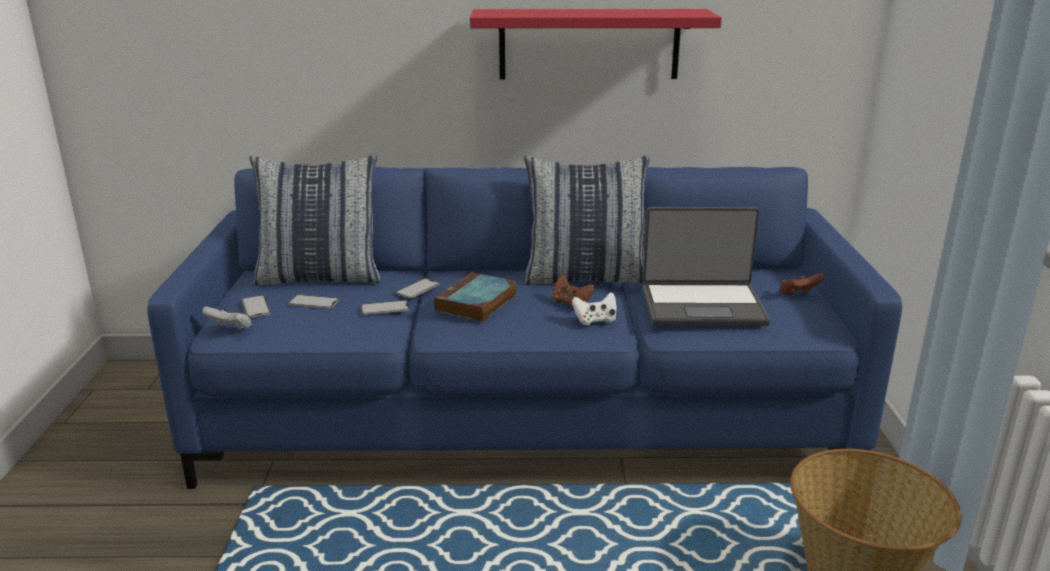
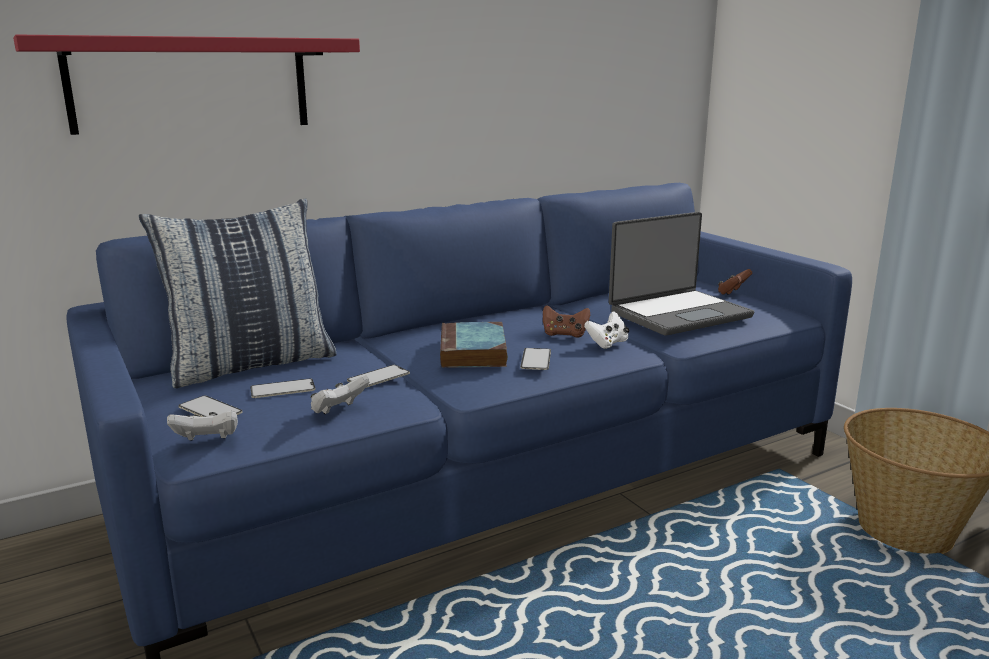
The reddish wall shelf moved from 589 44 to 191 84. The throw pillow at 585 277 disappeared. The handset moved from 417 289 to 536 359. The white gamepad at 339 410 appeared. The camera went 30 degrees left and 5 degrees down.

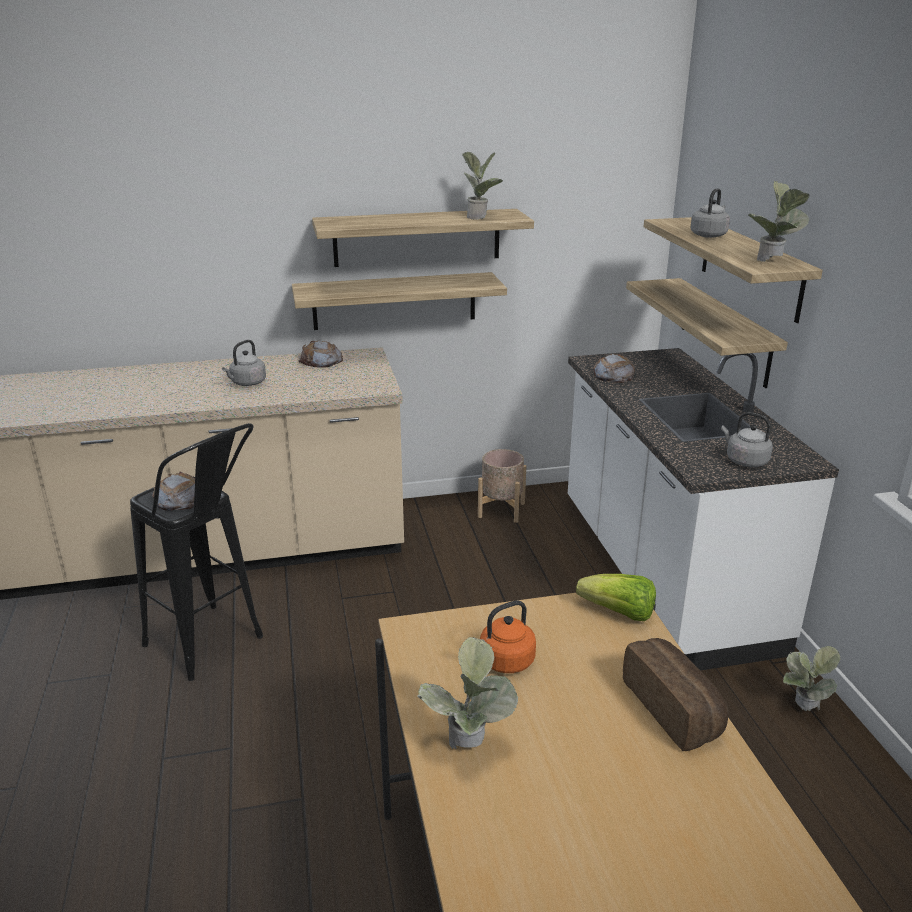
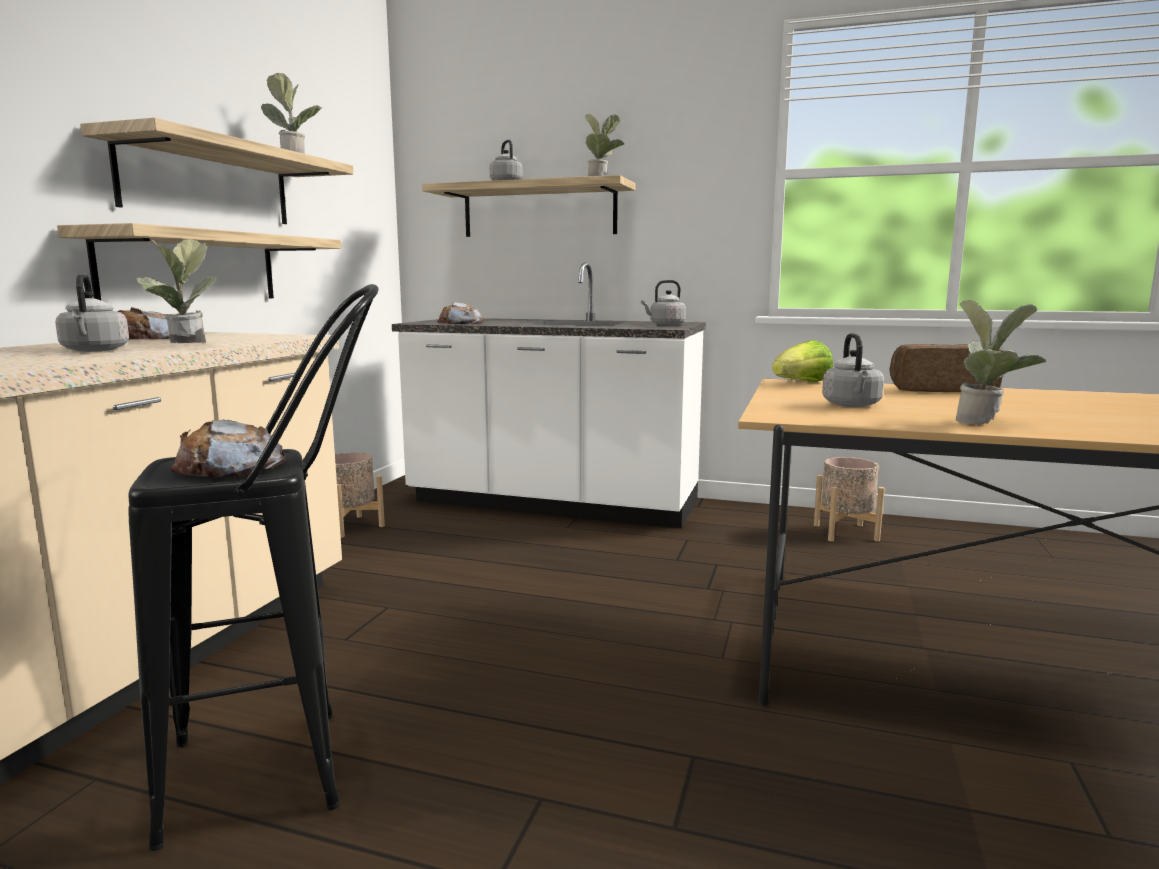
The wall shelf at 724 331 disappeared. The orange water kettle at 503 662 became the grey water kettle at 852 405. The plant in a pot moved from 801 710 to 183 345. The beige flower pot at 845 532 appeared. The camera went 60 degrees left and 15 degrees down.

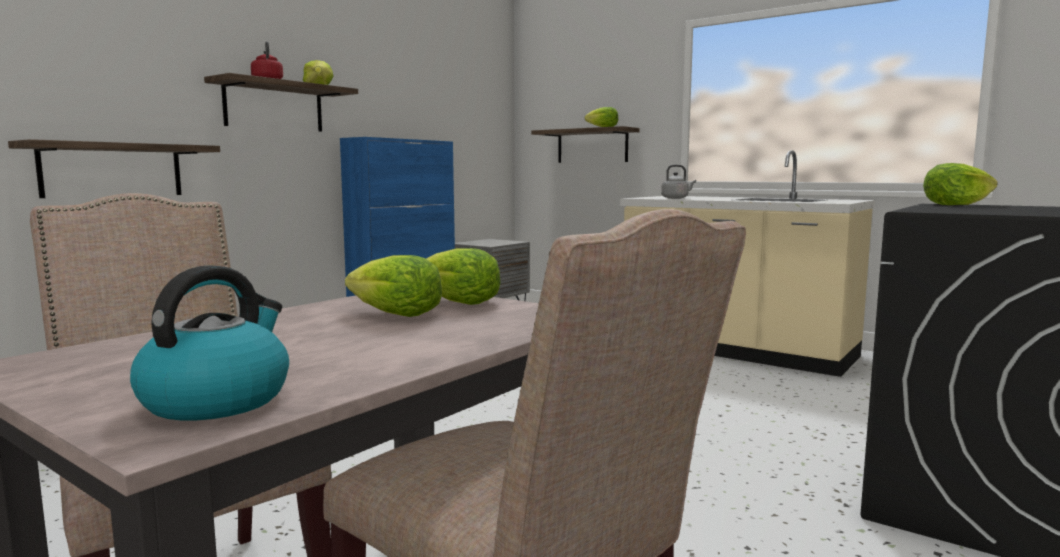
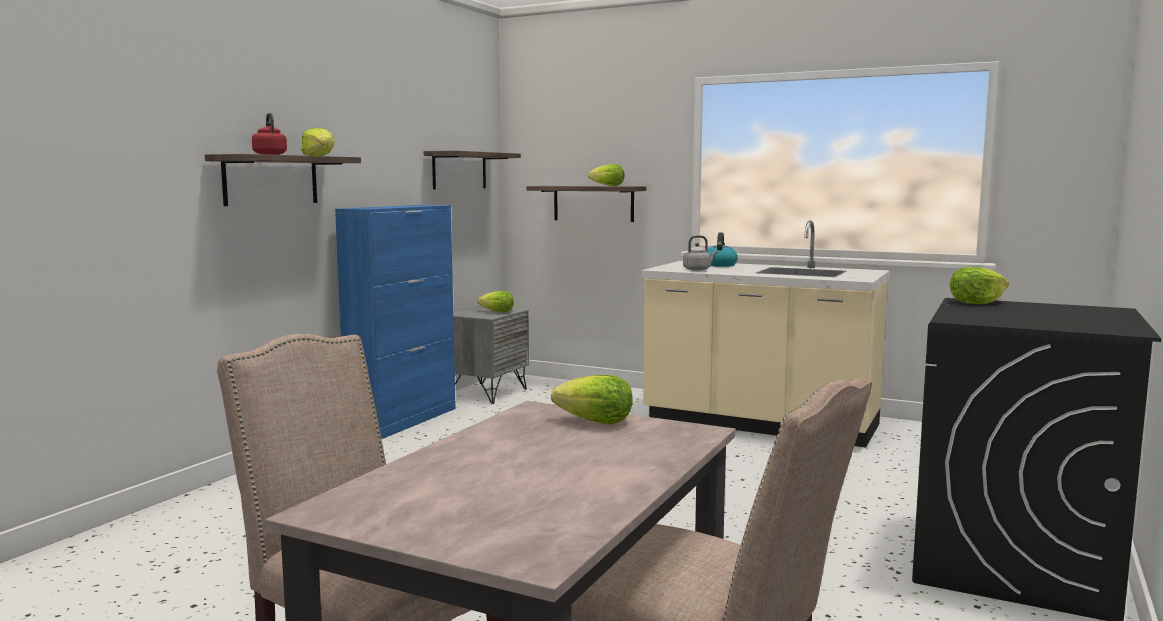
The wall shelf moved from 112 170 to 459 170. The lettuce moved from 396 314 to 497 312. The water kettle moved from 217 399 to 719 265. The camera went 10 degrees left and 0 degrees up.

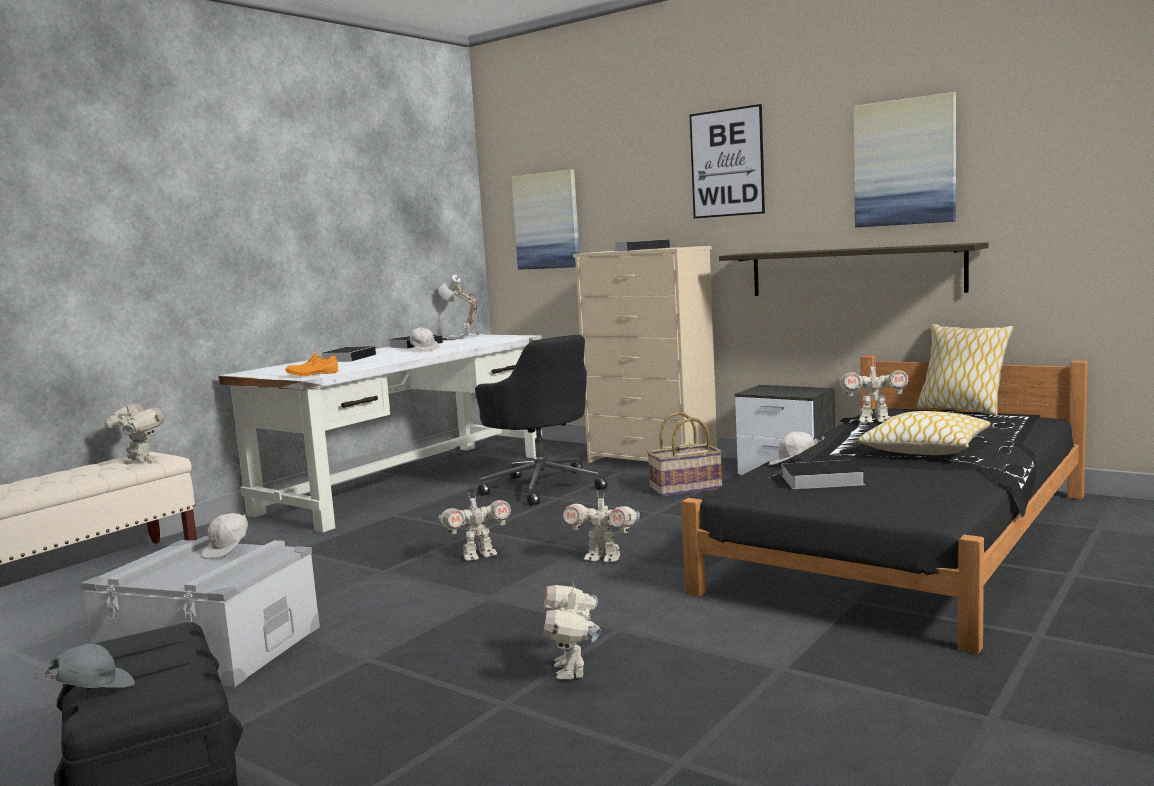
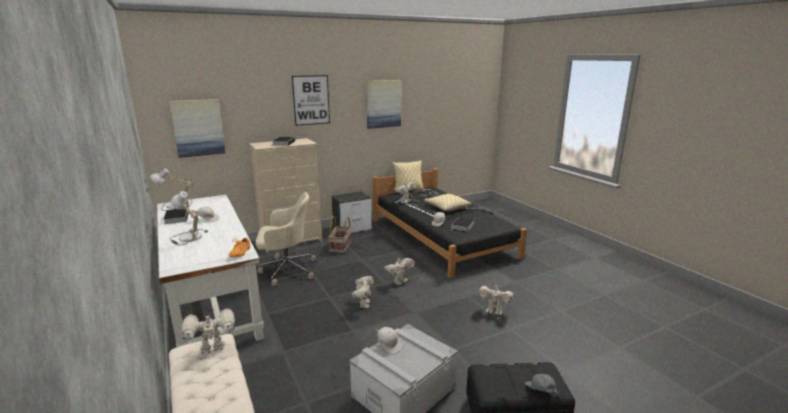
The wall shelf at 854 271 disappeared. The black-coloured office chair at 542 486 became the beige office chair at 286 270. The volume at 349 358 was replaced by the tabletop lamp at 187 237. The camera went 65 degrees left and 10 degrees up.

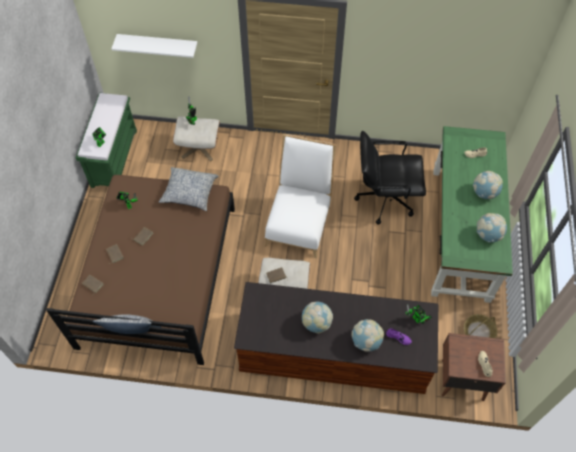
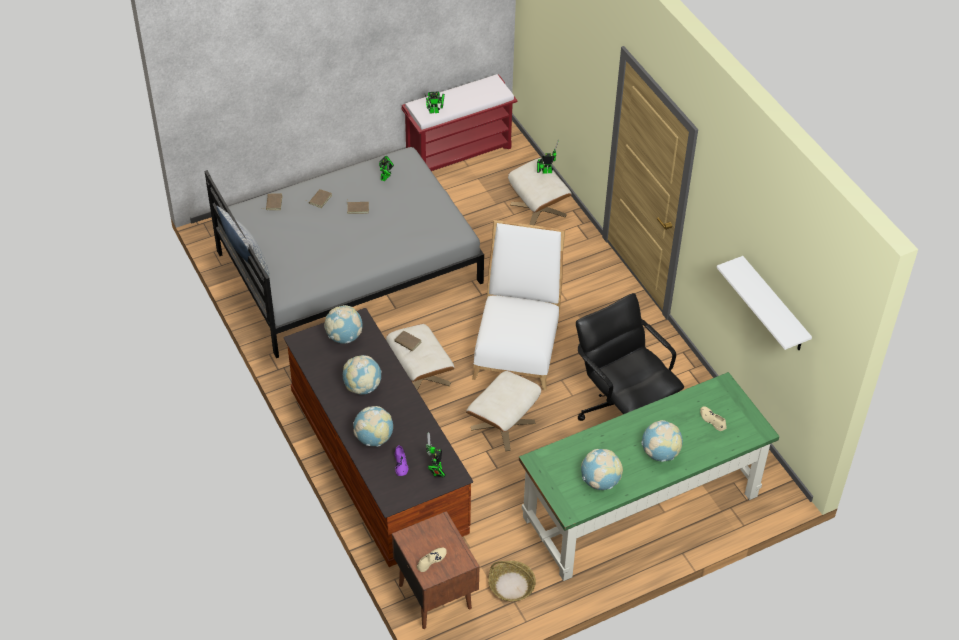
The white wall shelf moved from 158 45 to 774 306. The green long seat at 114 157 became the reddish long seat at 459 151. The white plain chair at 299 222 turned 60 degrees counterclockwise. The throw pillow at 189 193 disappeared. The brownish bed at 158 275 became the grey bed at 348 266. The globe at 344 337 appeared. The beige footrest at 503 425 appeared. The camera went 55 degrees right and 10 degrees down.

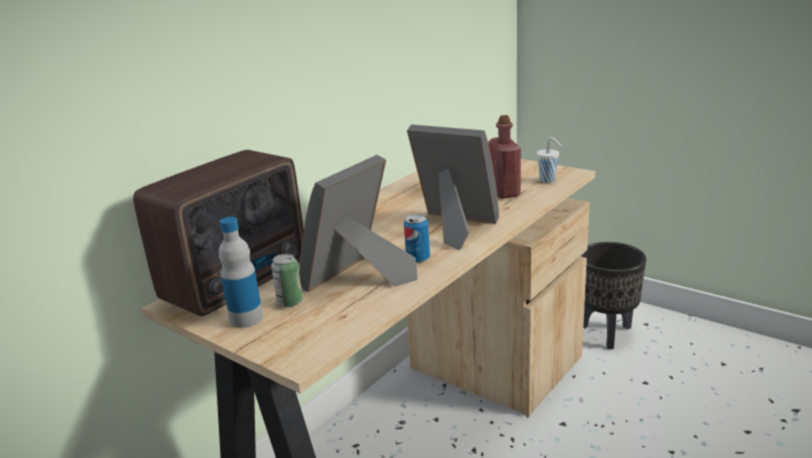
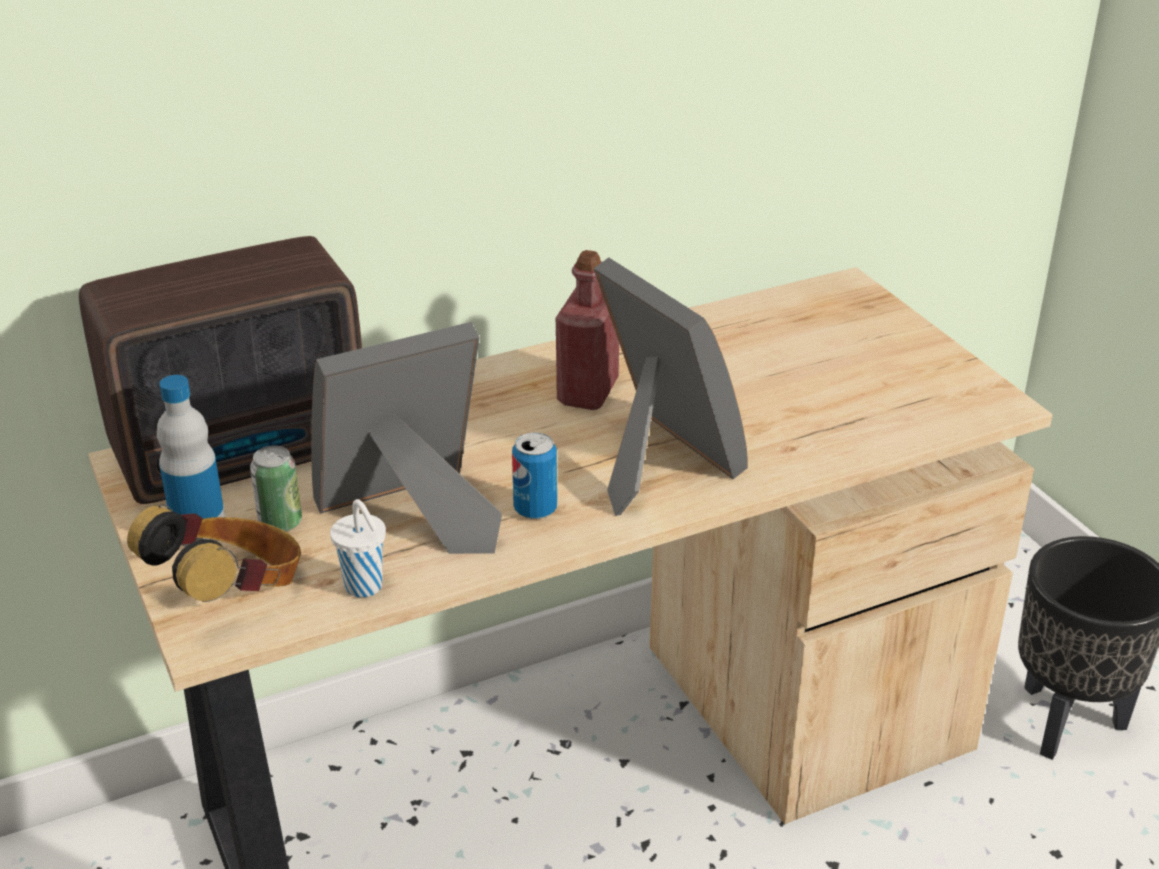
The reddish bottle moved from 504 192 to 588 391. The white drinking cup moved from 548 180 to 365 587. The headset at 231 593 appeared. The camera went 25 degrees right and 10 degrees up.

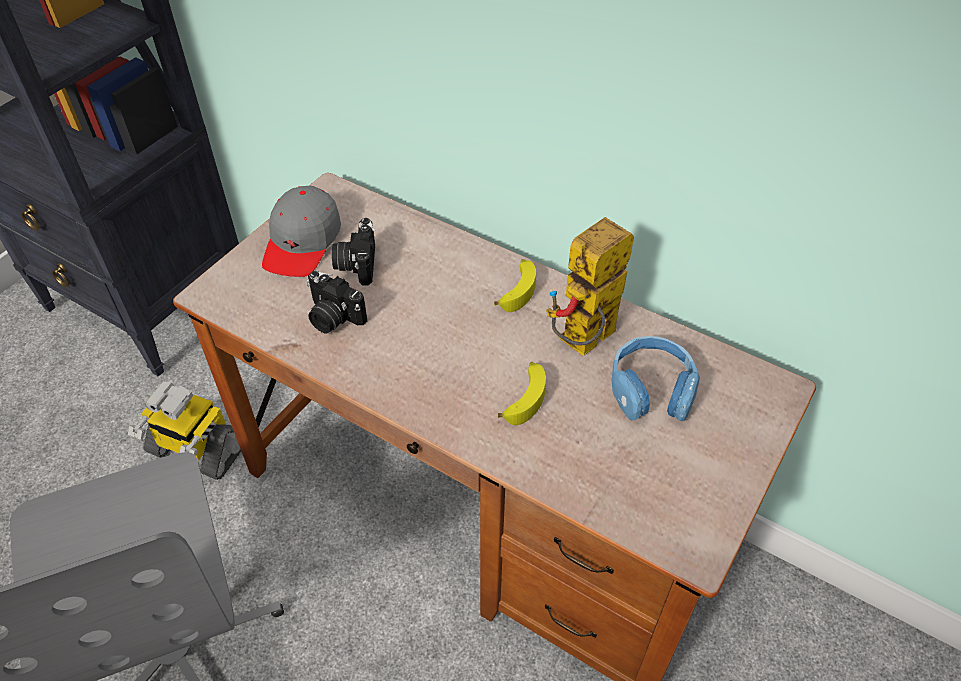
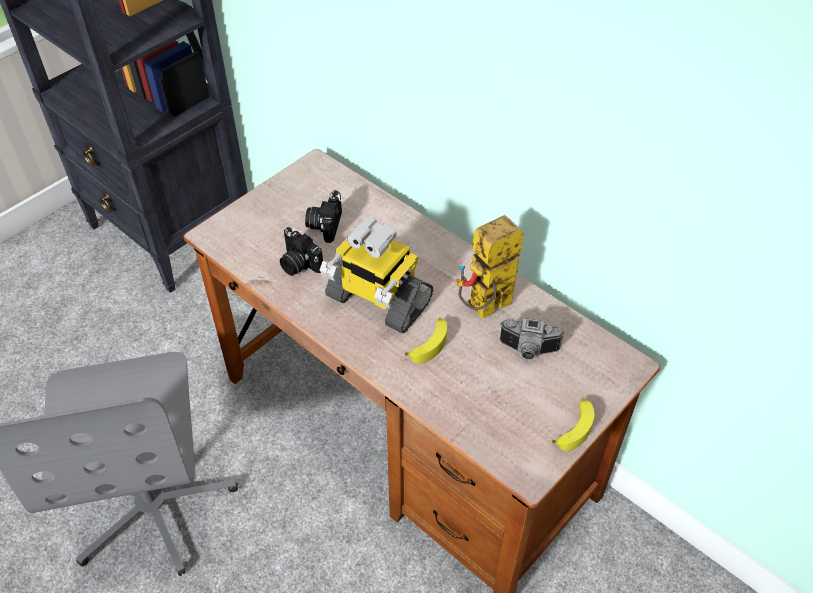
The grey baseball cap at 302 242 disappeared. The banana moved from 517 289 to 574 427. The bluish headset at 651 389 was replaced by the still camera at 528 351. The robot figure moved from 196 449 to 377 300. The camera went 10 degrees right and 0 degrees up.

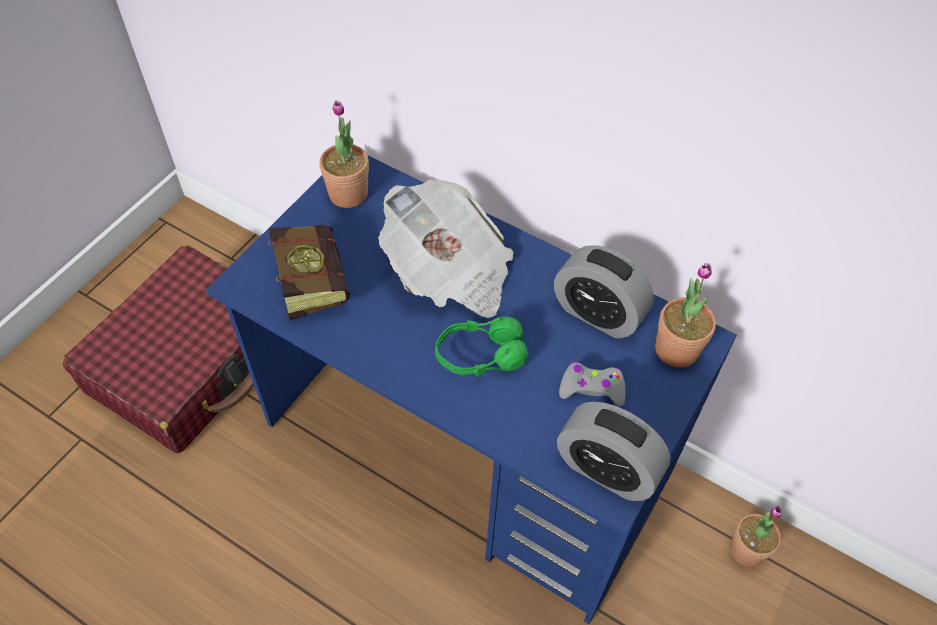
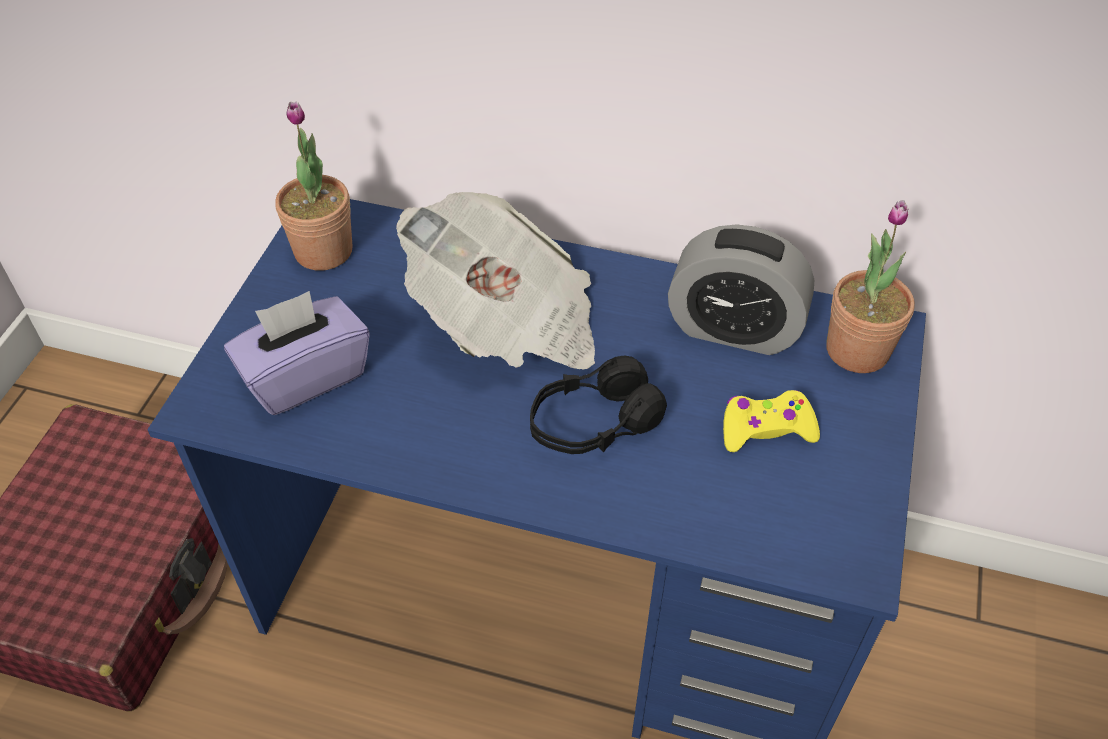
The volume at 310 278 was replaced by the purple-coloured box of tissues at 305 376. The green headset at 480 356 became the black-coloured headset at 593 424. The grey gamepad at 591 388 became the yellow-coloured gamepad at 766 429. The table clock at 606 469 disappeared. The plant in a pot at 747 550 disappeared. The camera went 15 degrees left and 5 degrees down.

